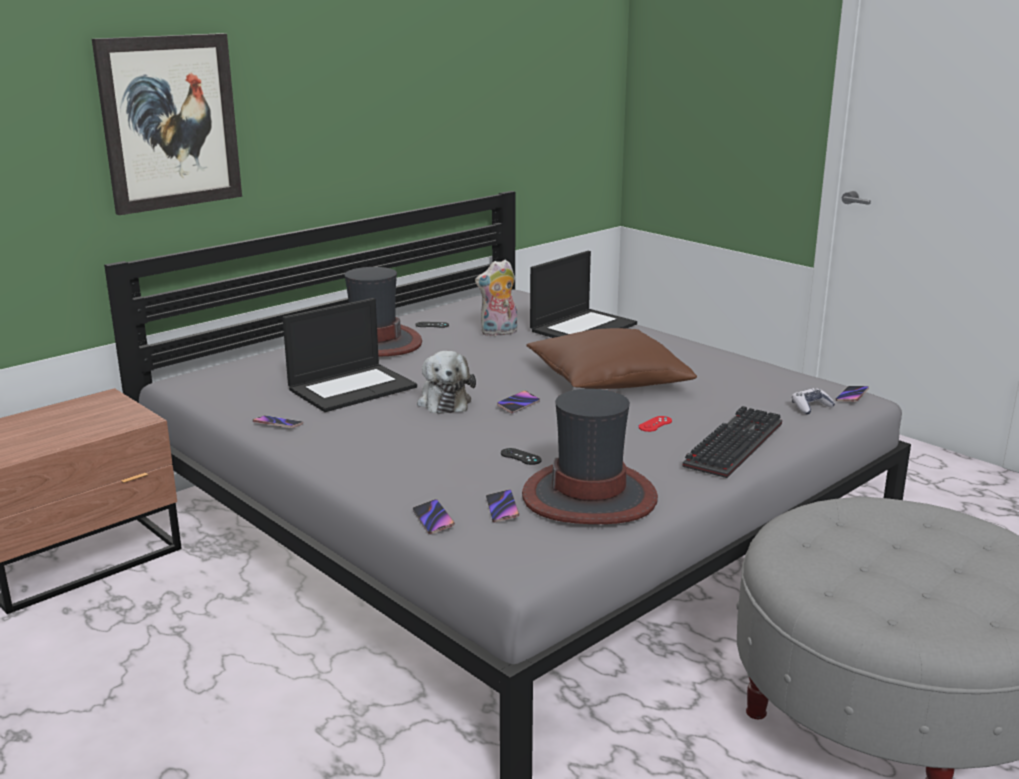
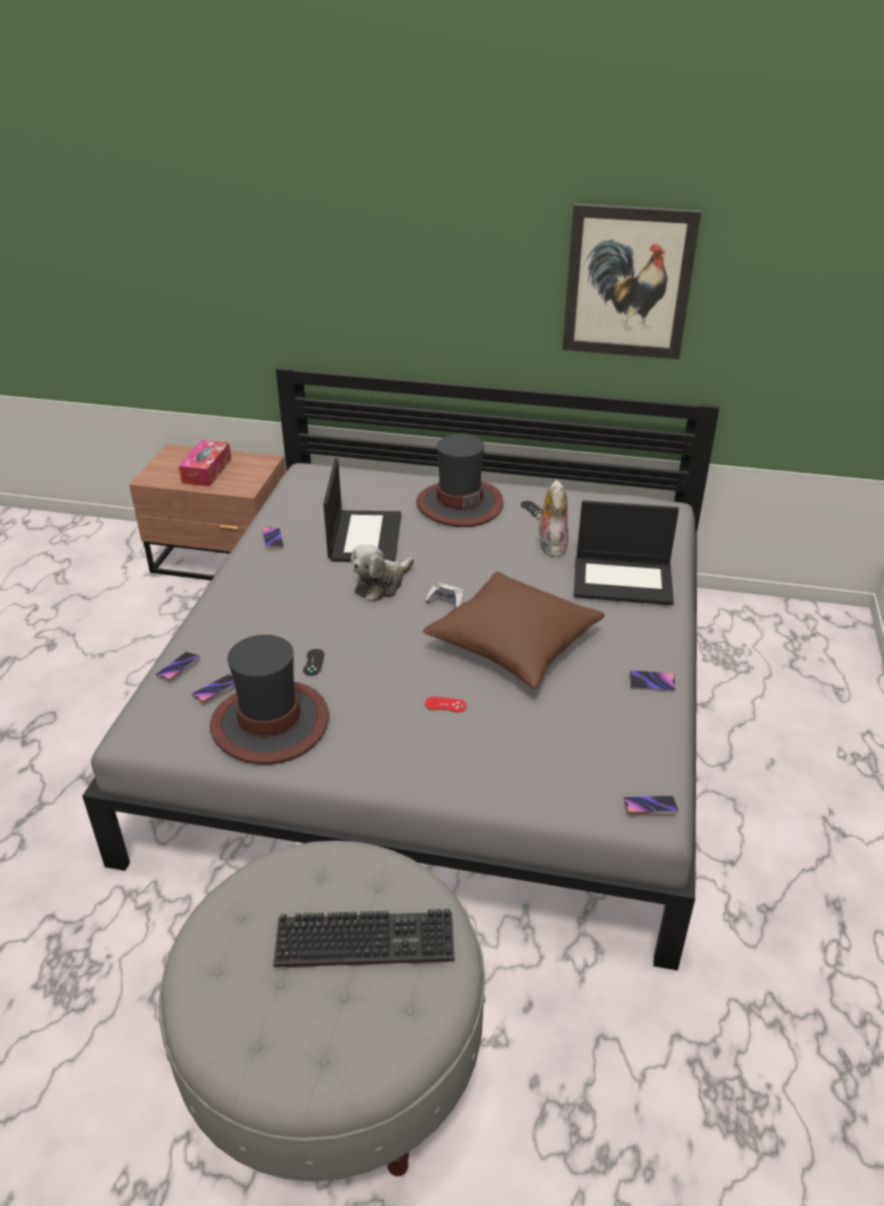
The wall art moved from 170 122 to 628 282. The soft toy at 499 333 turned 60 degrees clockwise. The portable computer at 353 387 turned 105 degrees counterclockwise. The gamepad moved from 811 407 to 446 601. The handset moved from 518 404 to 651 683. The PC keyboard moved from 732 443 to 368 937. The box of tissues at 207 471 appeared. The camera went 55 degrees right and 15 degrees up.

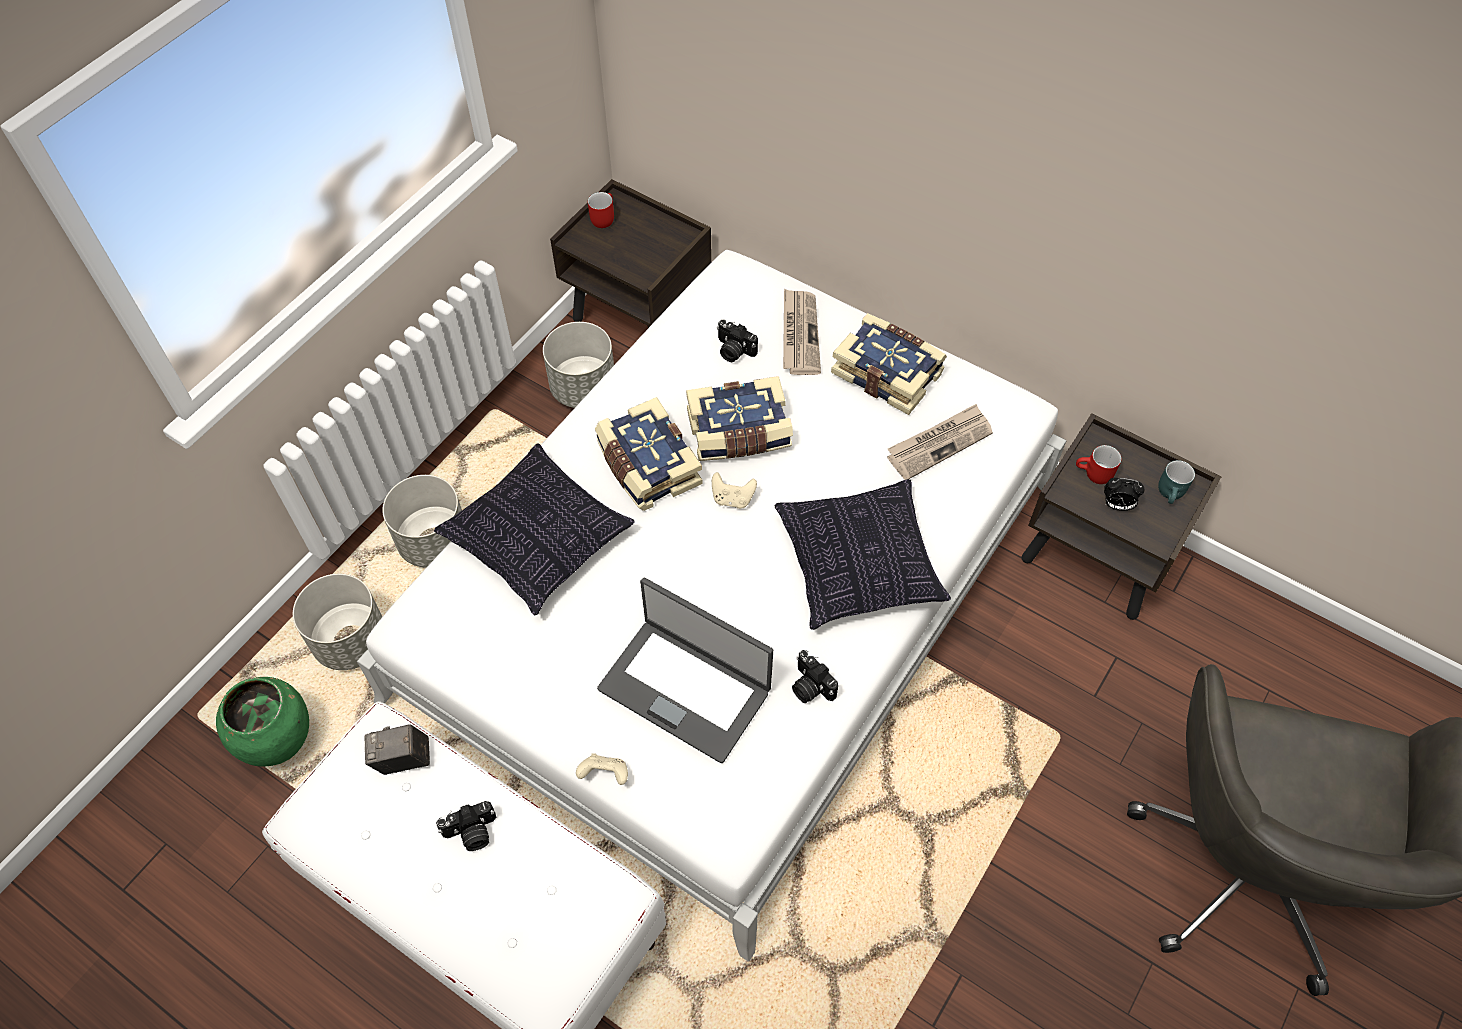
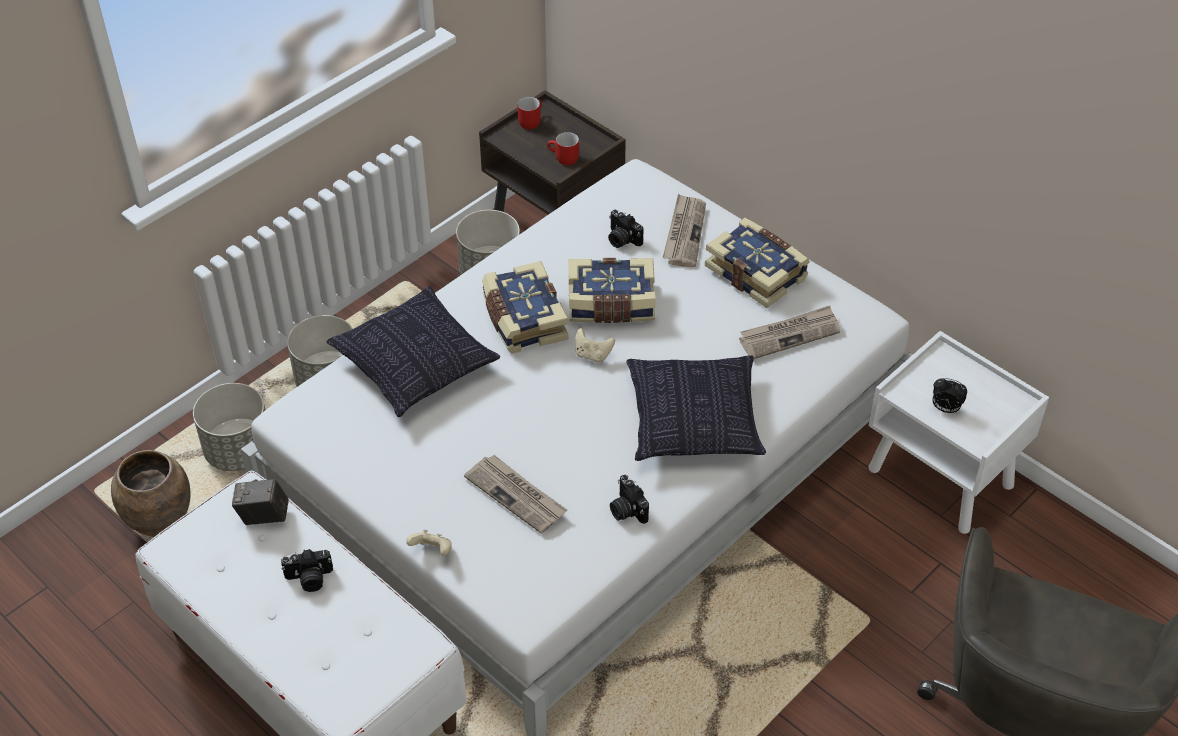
The brownish night table at 1097 559 became the white night table at 942 478. The reddish mug moved from 1094 475 to 563 159. The turquoise-coloured mug at 1172 494 disappeared. The portable computer at 685 688 was replaced by the newspaper at 517 495. The green decorative vase at 280 742 became the brownish decorative vase at 160 522. The camera went 10 degrees right and 10 degrees down.

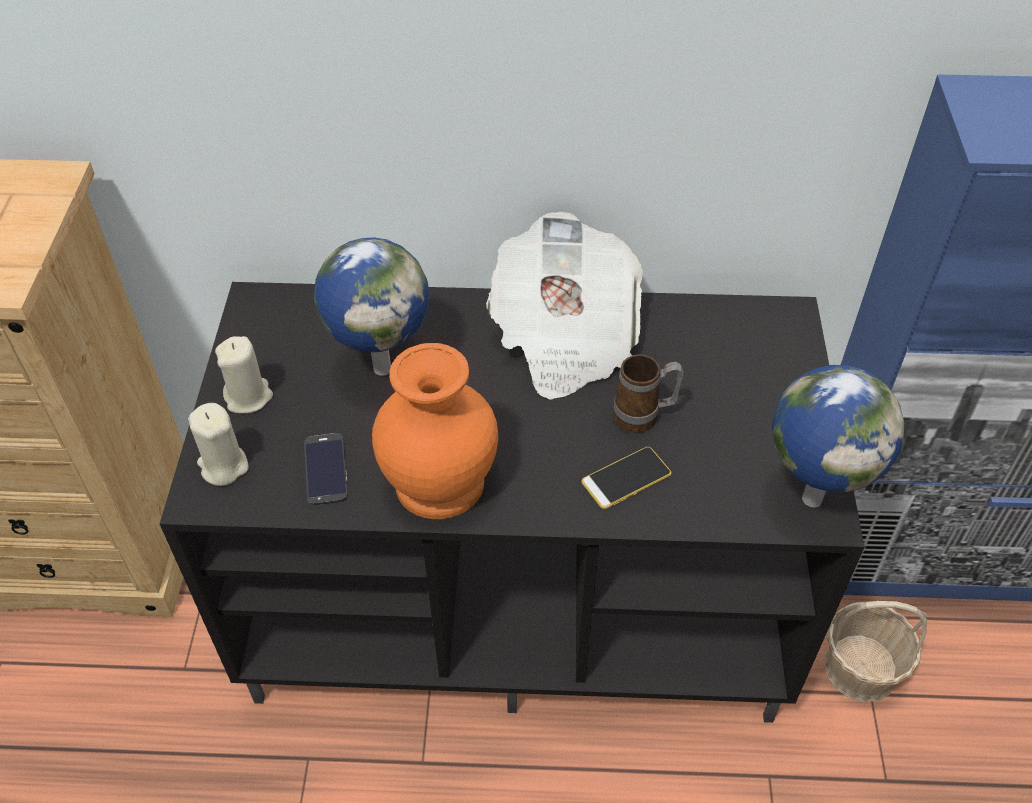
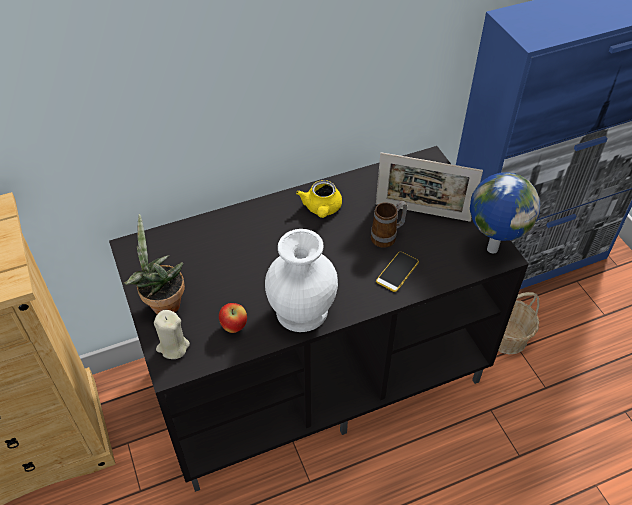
The newspaper at 564 338 was replaced by the yellow-coloured pot for tea at 321 209. The globe at 382 367 disappeared. The beige wax candle at 249 397 was replaced by the plant in a pot at 163 303. The orange decorative vase at 437 483 became the white decorative vase at 300 311. The handset at 326 469 was replaced by the apple at 234 326. The picture frame at 422 212 appeared. The camera went 25 degrees left and 0 degrees up.

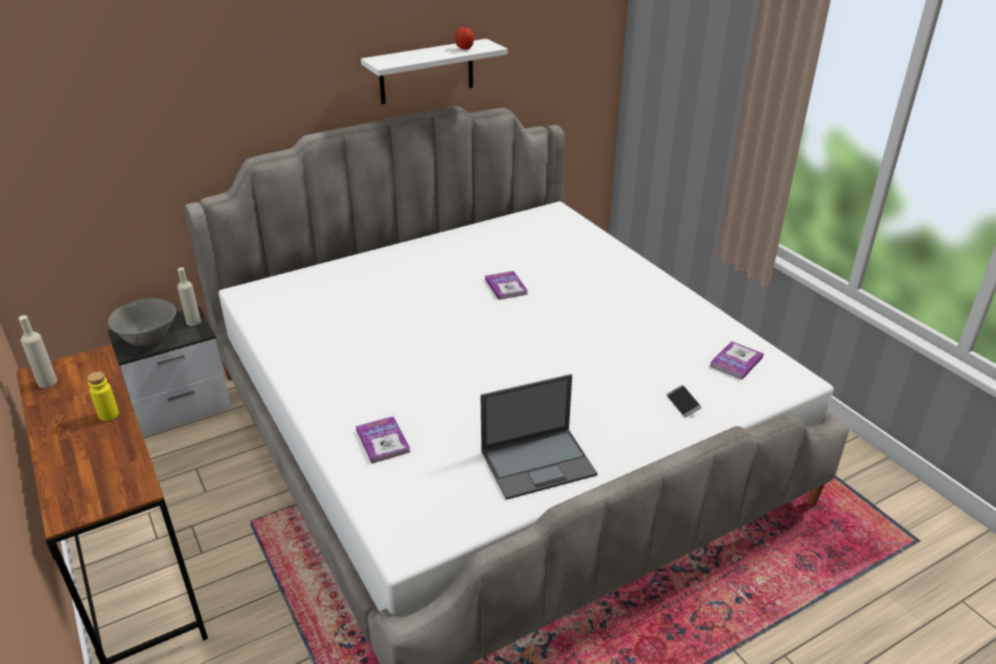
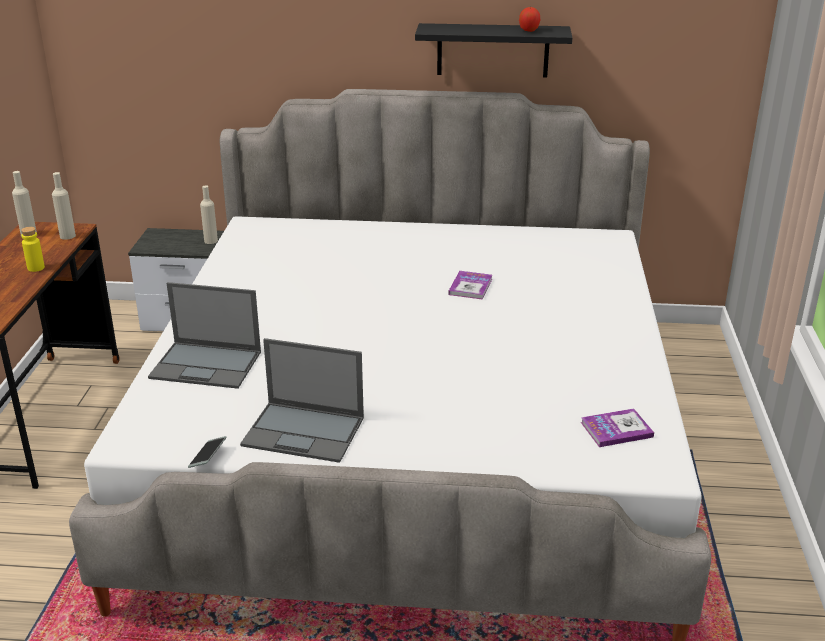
The white wall shelf at 426 71 became the black-coloured wall shelf at 492 50. The grey serving bowl at 149 339 disappeared. The handset moved from 683 404 to 208 456. The volume at 383 441 was replaced by the portable computer at 207 365. The beige bottle at 67 236 appeared. The camera went 35 degrees right and 5 degrees down.

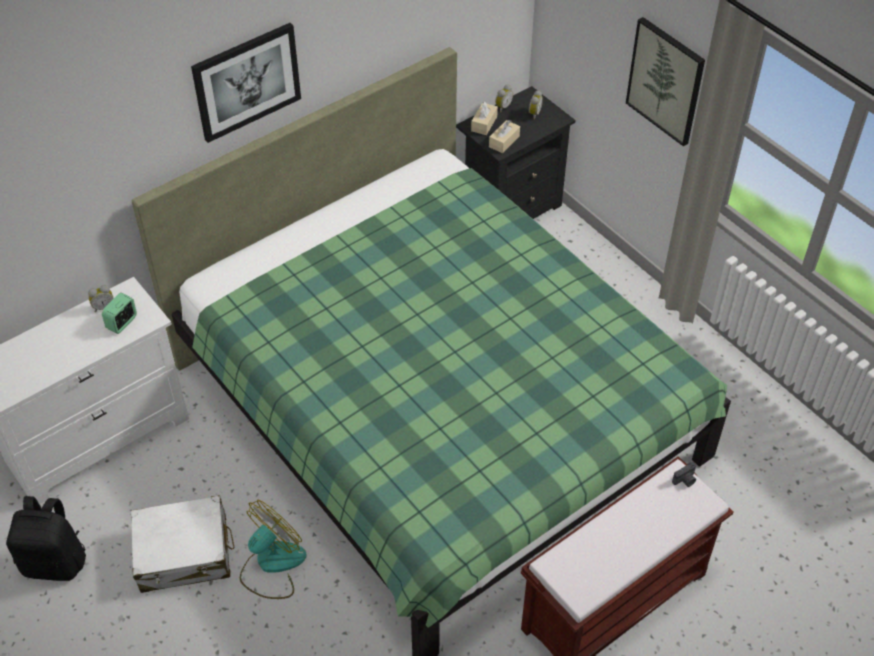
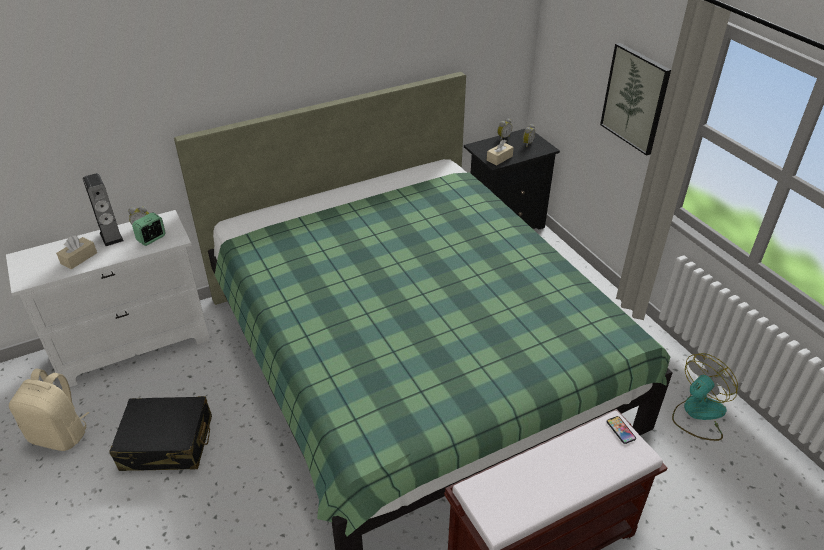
The wall art at 246 81 disappeared. The beige box of tissues moved from 484 124 to 79 258. The still camera at 685 480 was replaced by the handset at 620 430. The white piece of luggage at 184 553 became the black-coloured piece of luggage at 167 443. The black-coloured backpack at 55 562 became the beige backpack at 60 434. The cooling fan moved from 272 565 to 698 414. The audio speaker at 111 237 appeared. The camera went 10 degrees right and 10 degrees down.

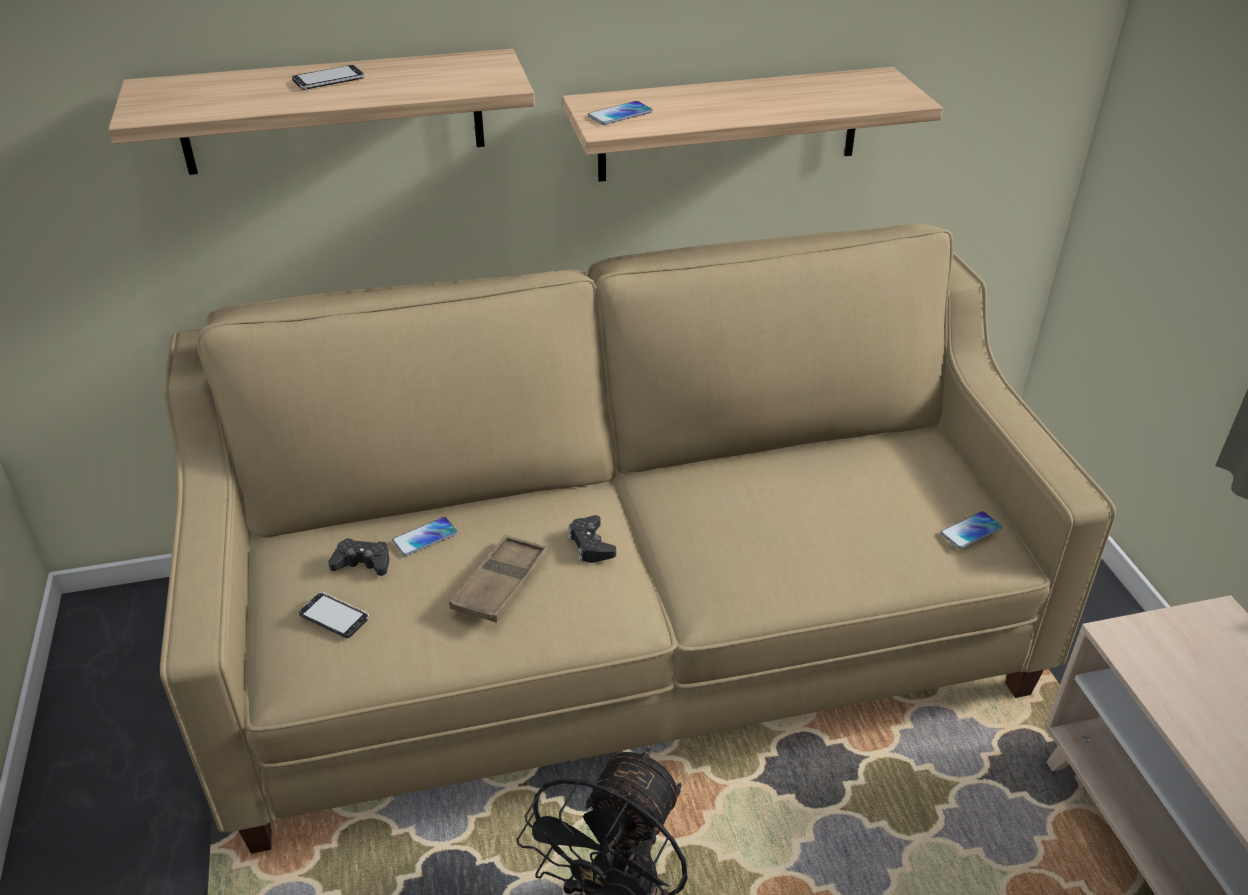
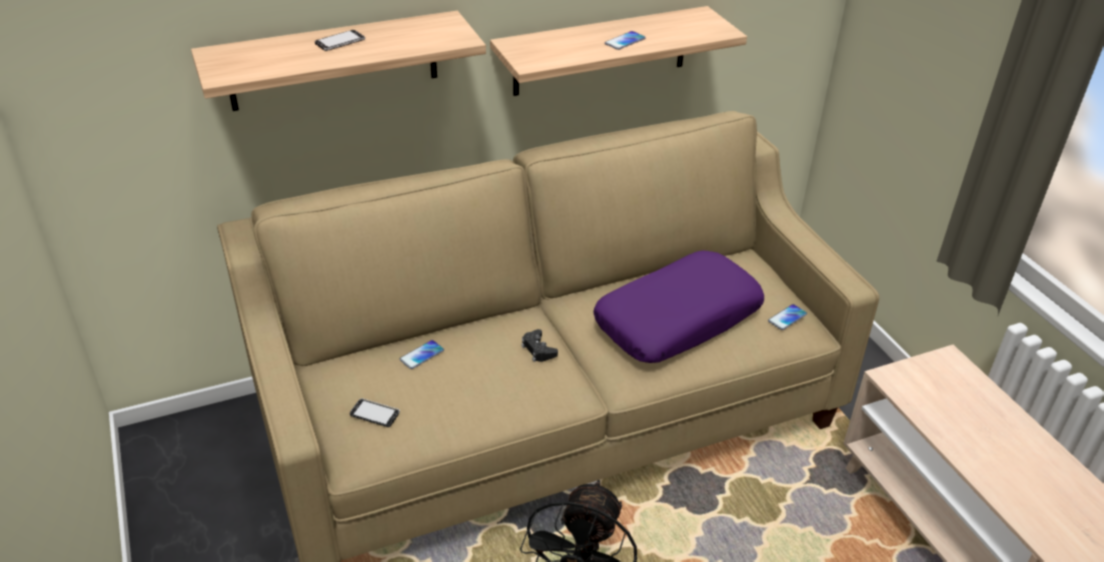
The handset moved from 620 114 to 625 41. The brownish tray at 501 584 disappeared. The black-coloured gamepad at 363 563 disappeared. The purple-coloured throw pillow at 677 319 appeared. The camera went 10 degrees left and 0 degrees up.

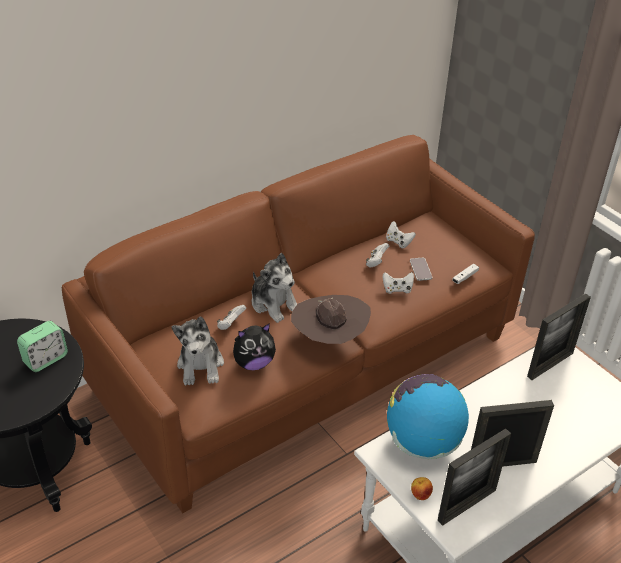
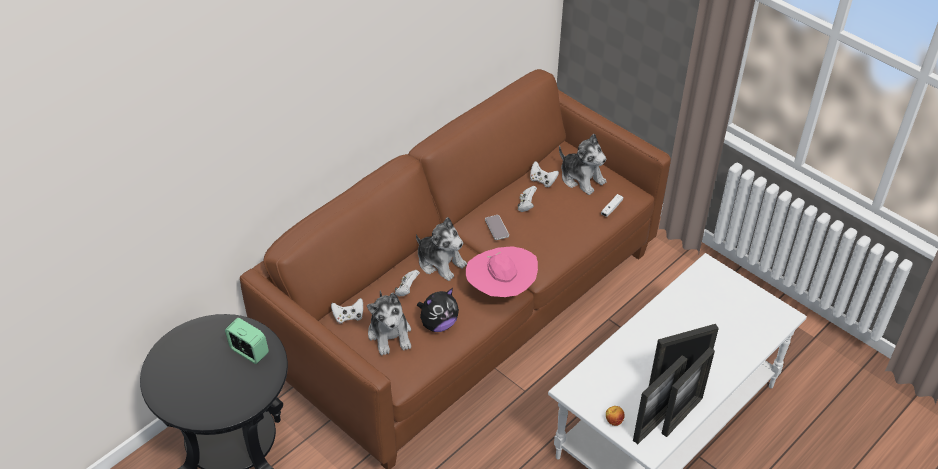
The handset moved from 420 269 to 496 228. The white gamepad moved from 397 289 to 348 317. The picture frame moved from 550 365 to 682 416. The brownish hat at 329 339 became the pinkish hat at 501 289. The table clock at 46 359 turned 90 degrees counterclockwise. The globe at 423 442 disappeared. The soft toy at 581 178 appeared. The camera went 10 degrees left and 5 degrees up.

